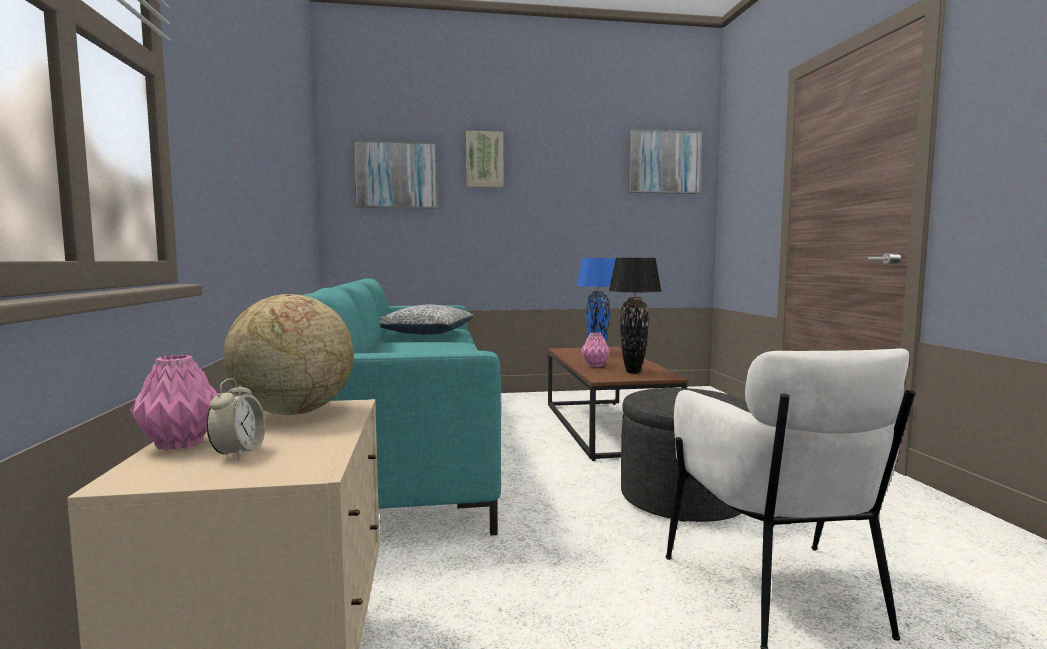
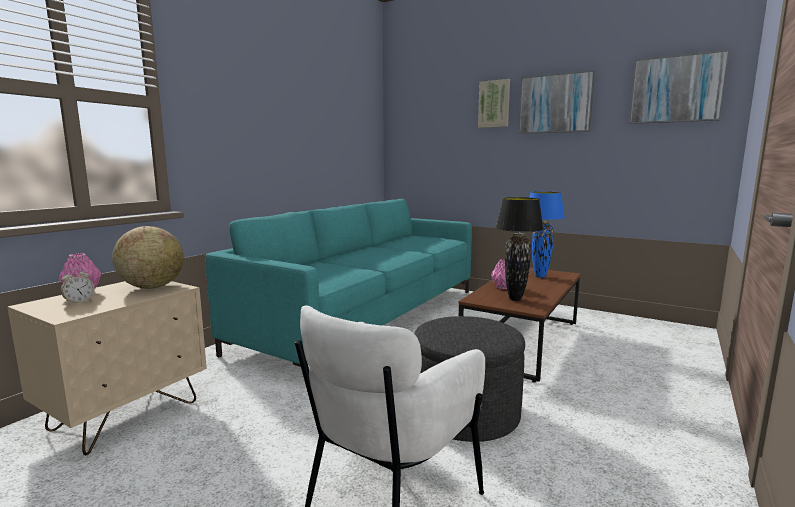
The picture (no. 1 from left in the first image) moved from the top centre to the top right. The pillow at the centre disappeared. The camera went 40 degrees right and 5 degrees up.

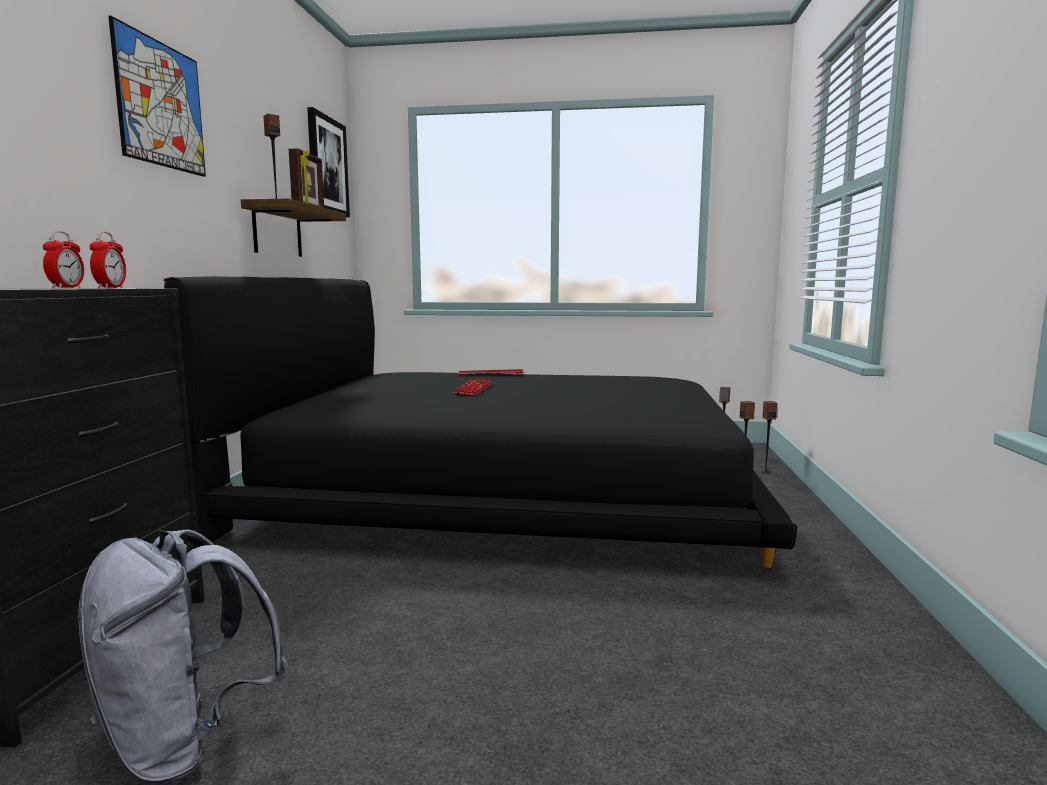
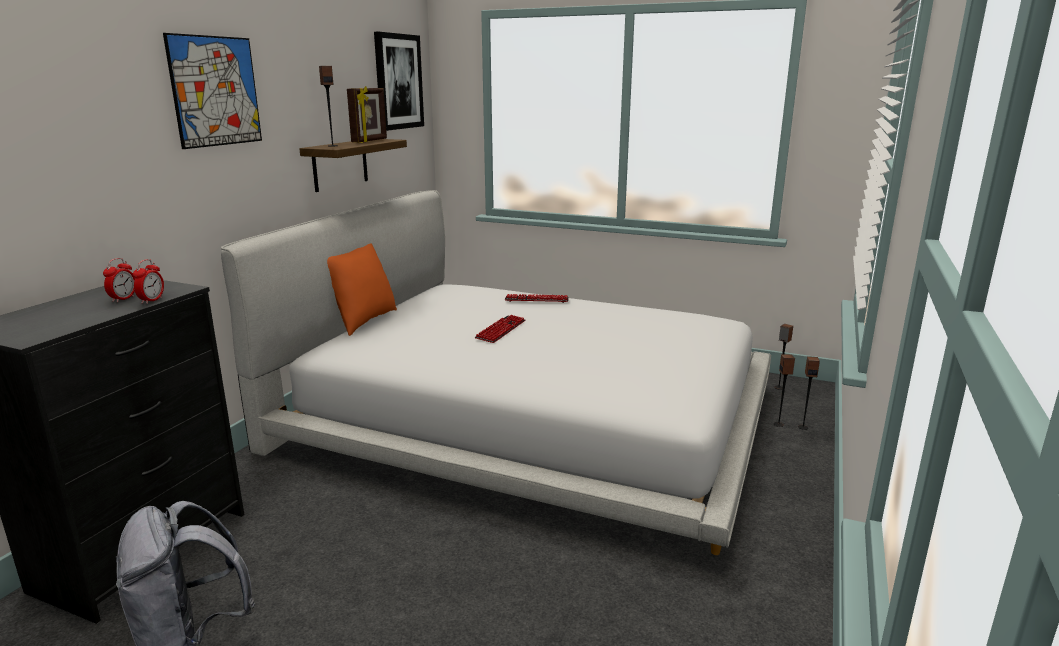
The bed in black at the centre became the bed in white at the centre. The pillow in orange at the centre appeared. The camera went 15 degrees right and 10 degrees up.

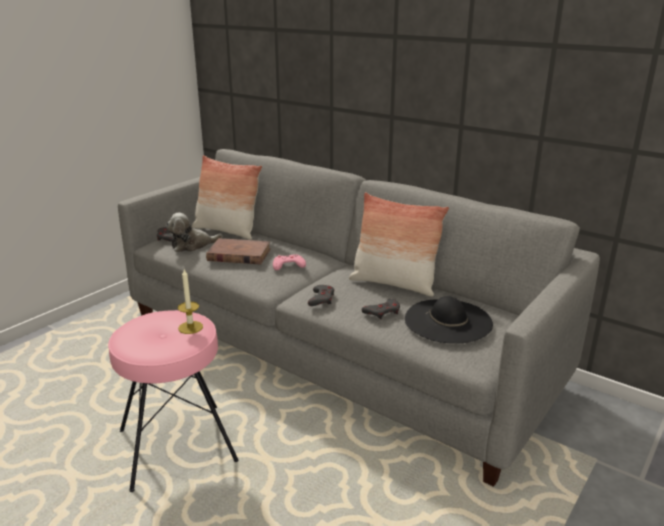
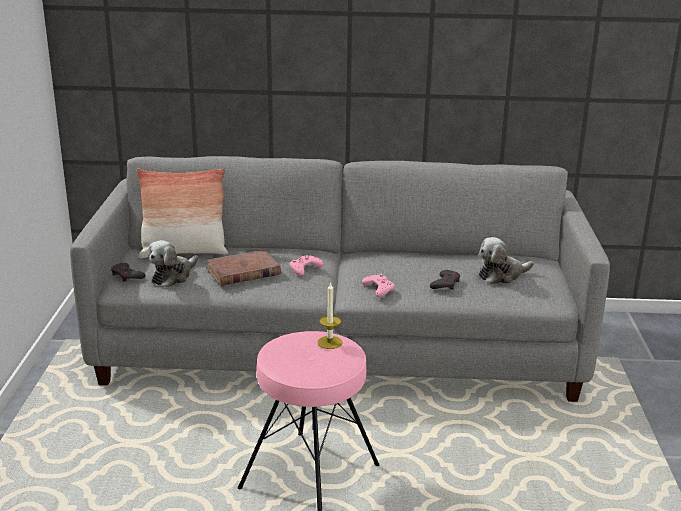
The game controller in grey (no. 2 from left) at the centre became the game controller in pink (no. 2 from left) at the centre. The pillow (no. 2 from left) at the centre disappeared. The hat in black at the middle right was replaced by the plush toy (no. 2 from left) at the middle right. The camera went 35 degrees left and 0 degrees up.

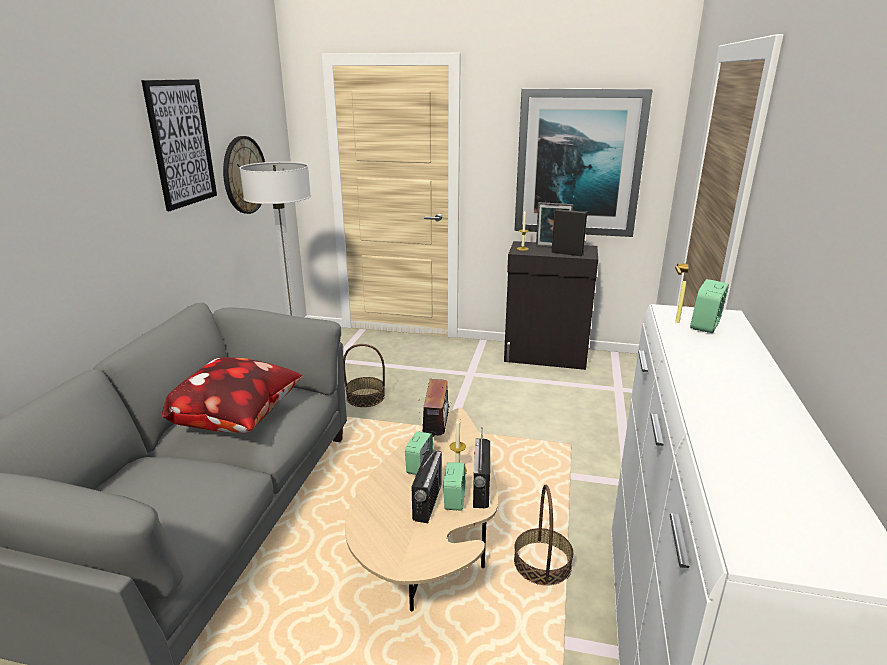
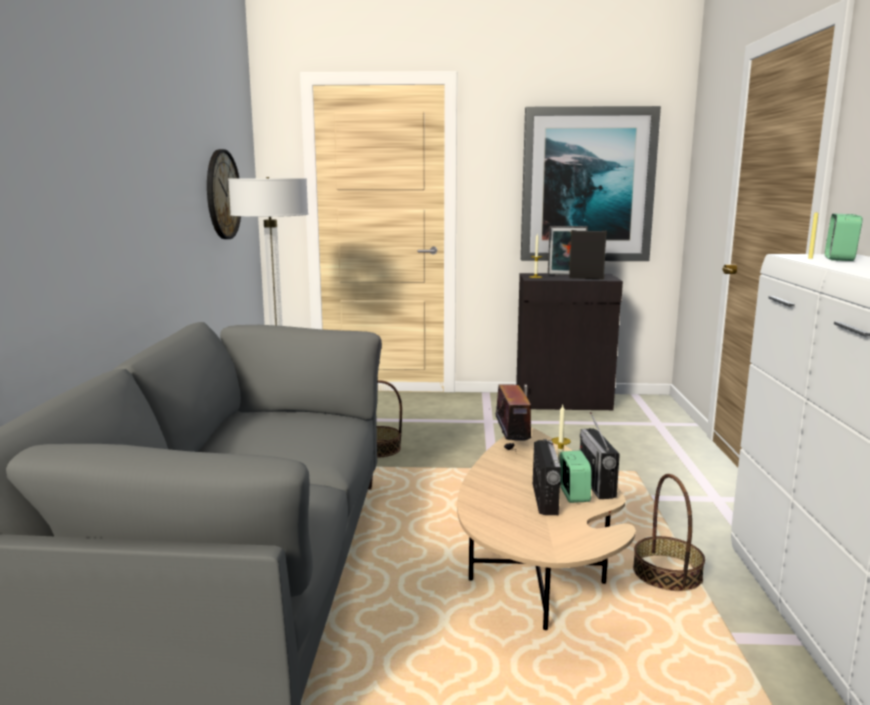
The picture (no. 1 from left) at the top left disappeared. The pillow at the middle left disappeared. The alarm clock (no. 1 from left) at the bottom centre disappeared. The camera went 10 degrees left and 10 degrees down.

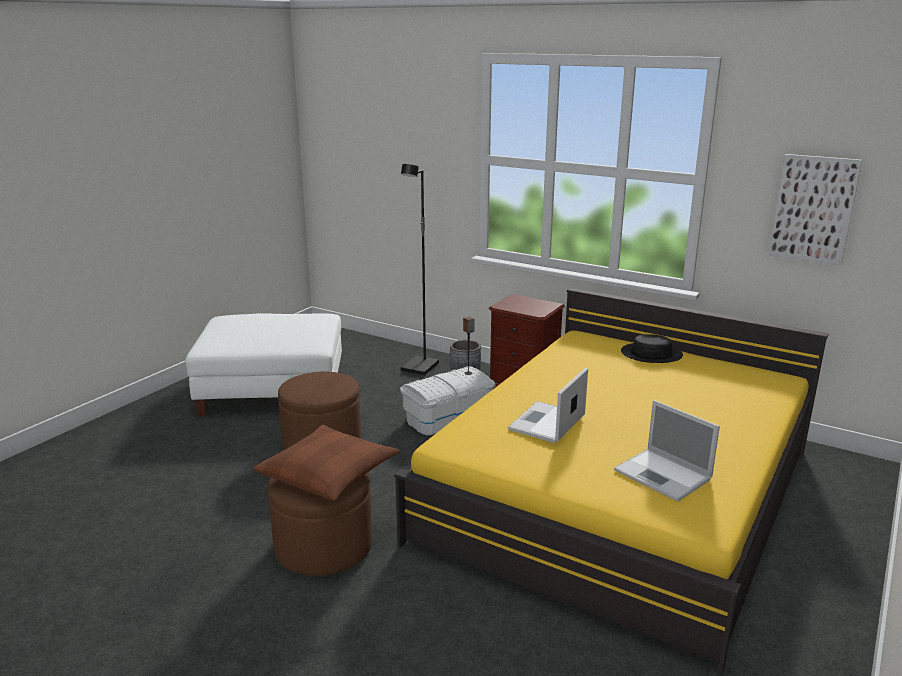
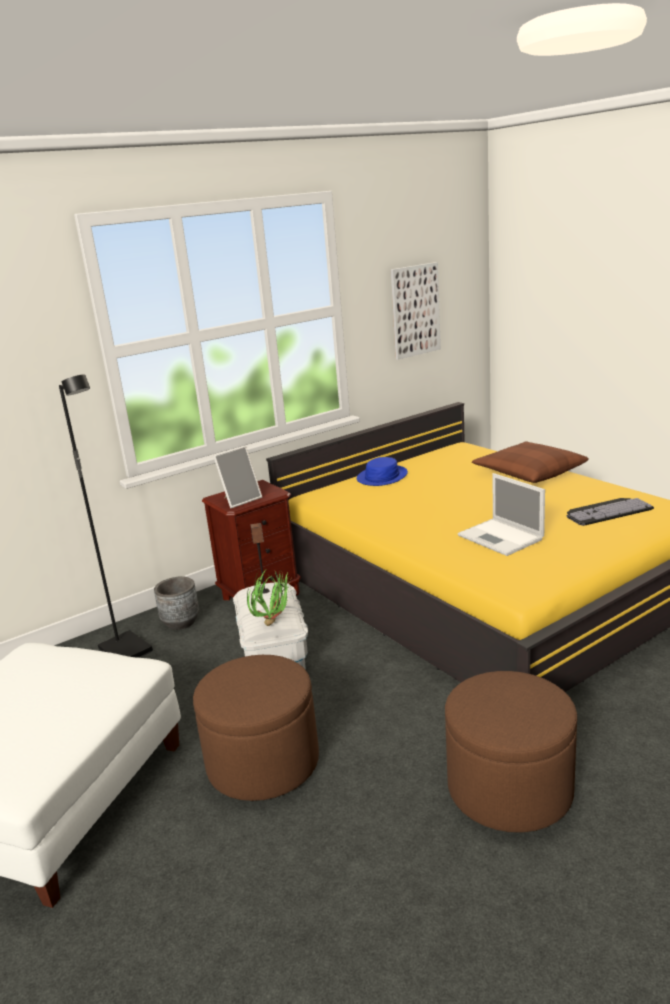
The pillow in brown moved from the bottom centre to the middle right. The laptop (no. 2 from left) at the bottom right was replaced by the keyboard at the middle right. The hat in black at the middle right became the hat in blue at the centre. The picture frame at the centre appeared. The potted plant at the centre appeared. The camera went 65 degrees left and 0 degrees up.

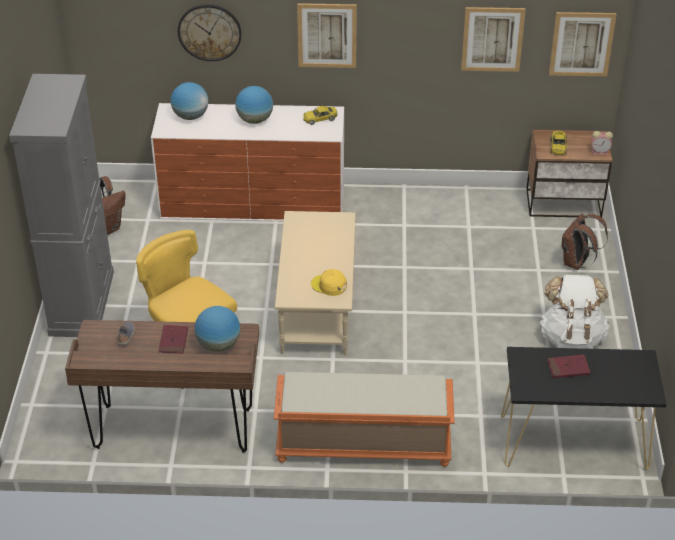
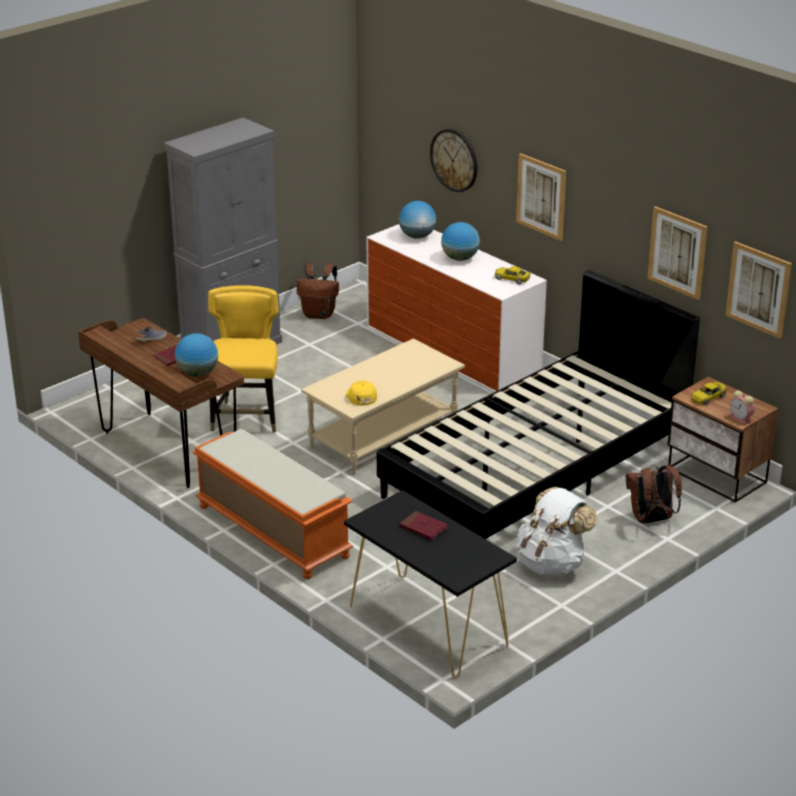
The bed in black at the middle right appeared. The camera went 45 degrees right and 10 degrees down.

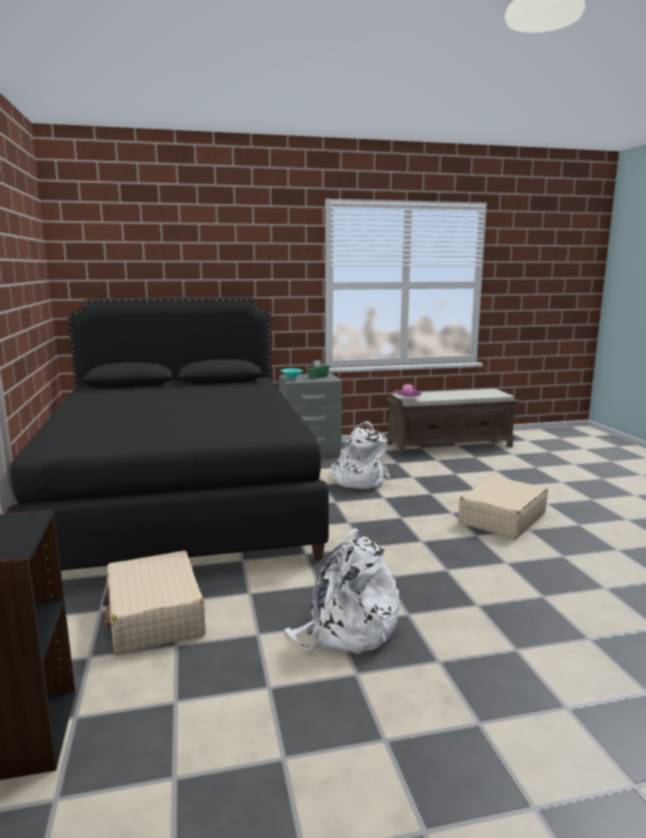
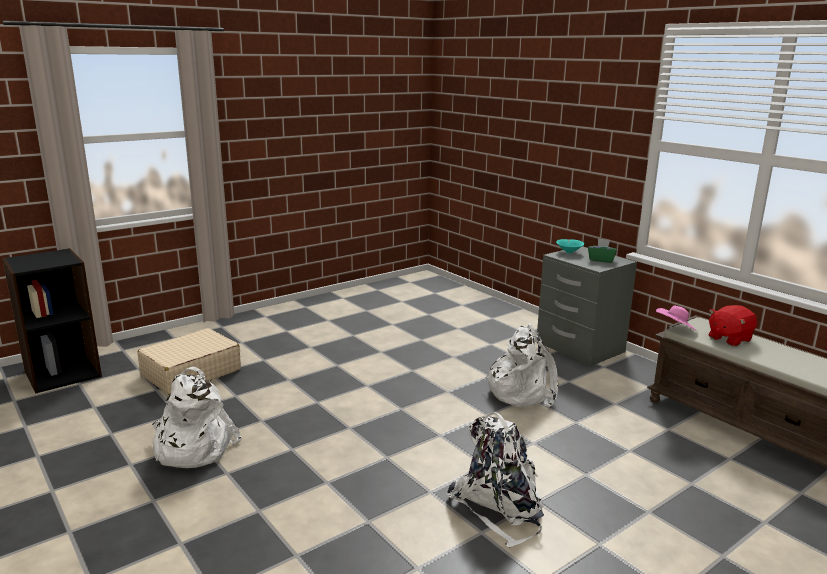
The bed in black at the middle left disappeared. The suitcase in beige (no. 2 from left) at the middle right was replaced by the backpack in white (no. 2 from left) at the bottom centre. The plush toy in red at the middle right appeared. The camera went 65 degrees right and 5 degrees up.

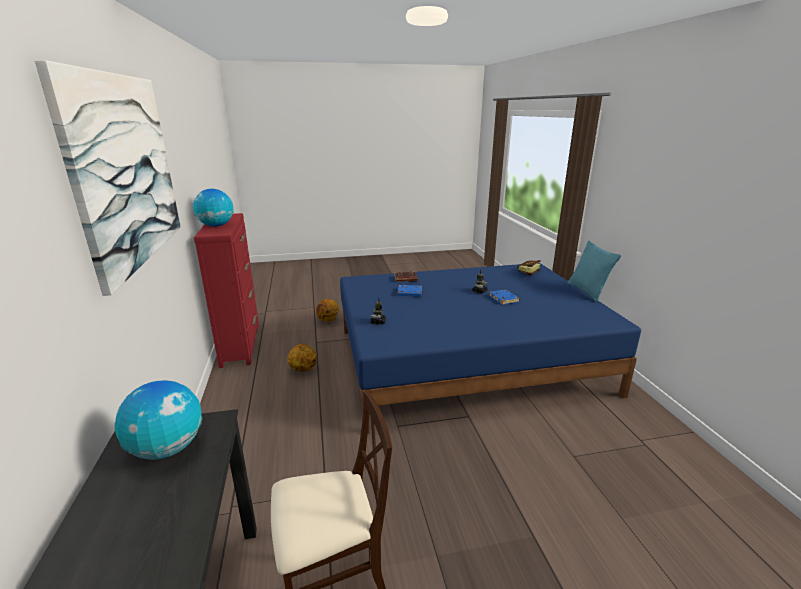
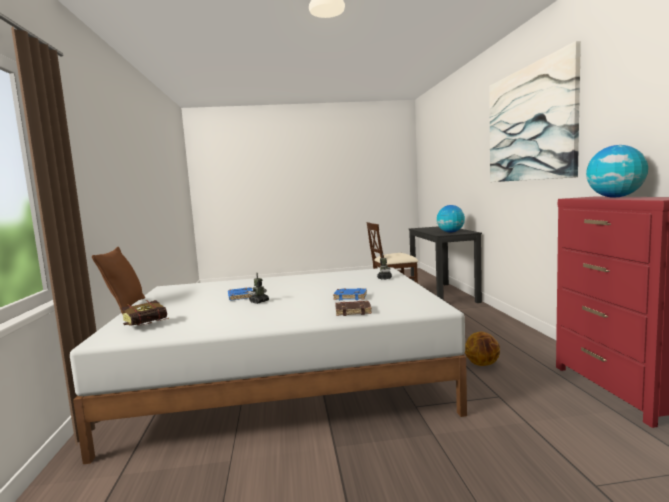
The basketball (no. 2 from left) at the centre disappeared. The bed in blue at the centre became the bed in white at the bottom centre. The pillow in turquoise at the middle right became the pillow in brown at the middle left. The camera went 175 degrees left and 15 degrees down.

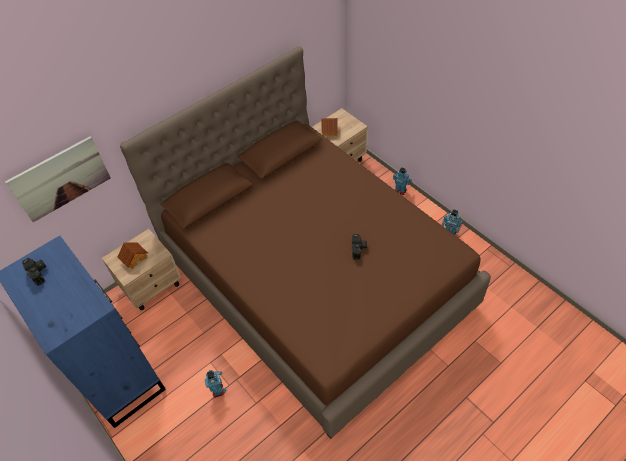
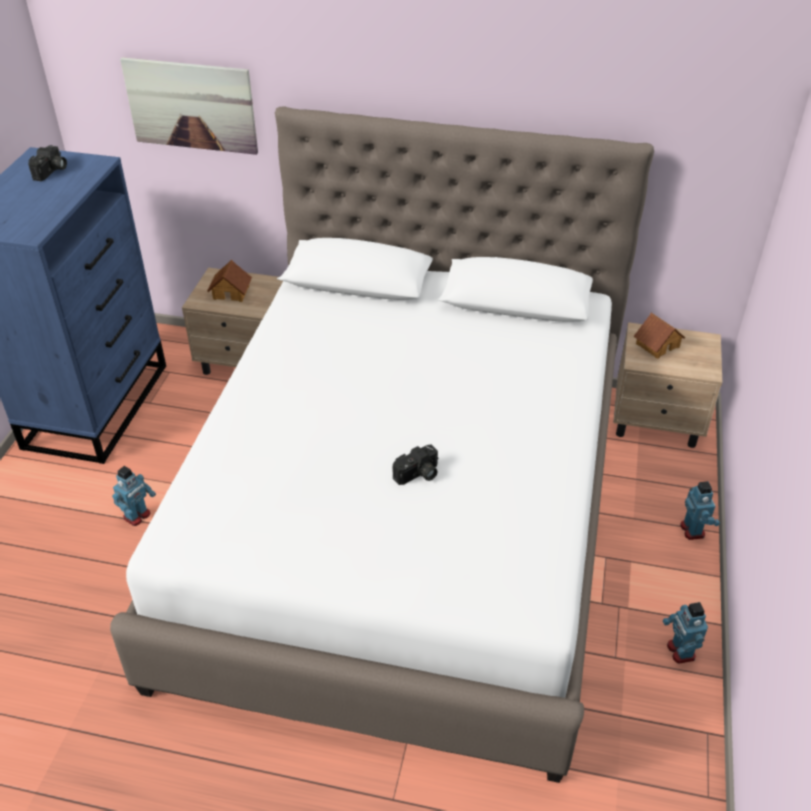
The bed in brown at the centre became the bed in white at the centre. The camera went 50 degrees right and 10 degrees down.

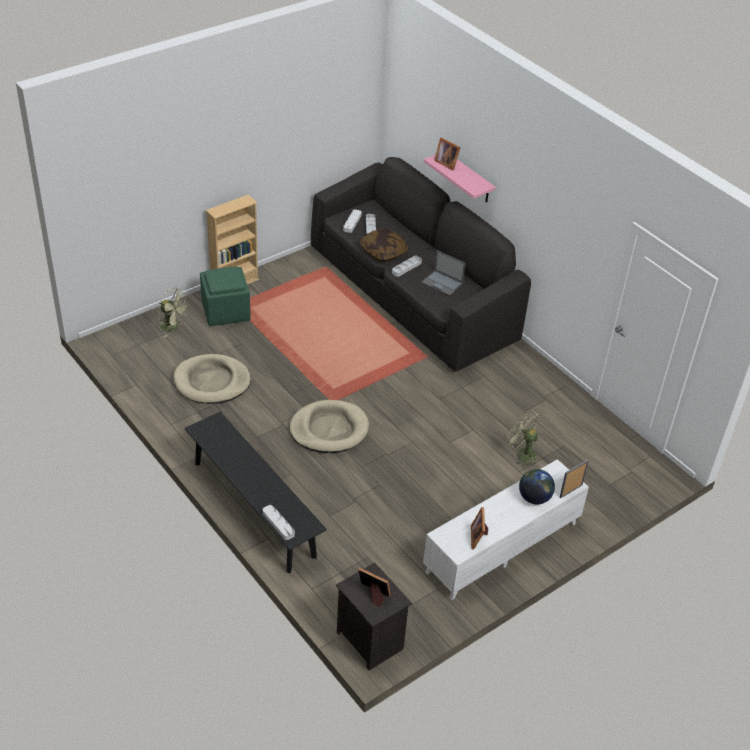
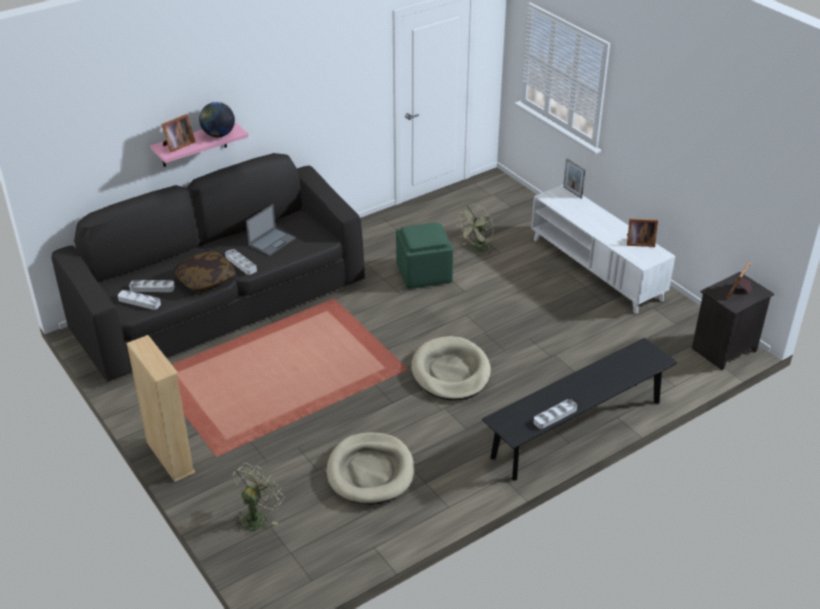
The ottoman in green moved from the middle left to the centre. The tray in grey (no. 1 from left in the first image) moved from the bottom centre to the bottom right. The globe moved from the middle right to the top left. The camera went 85 degrees left and 5 degrees down.

